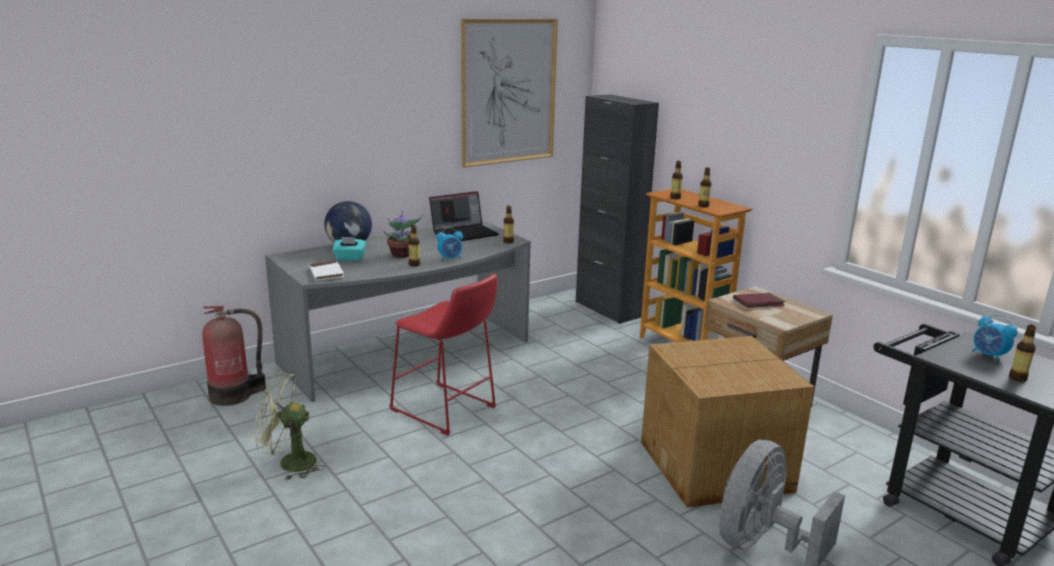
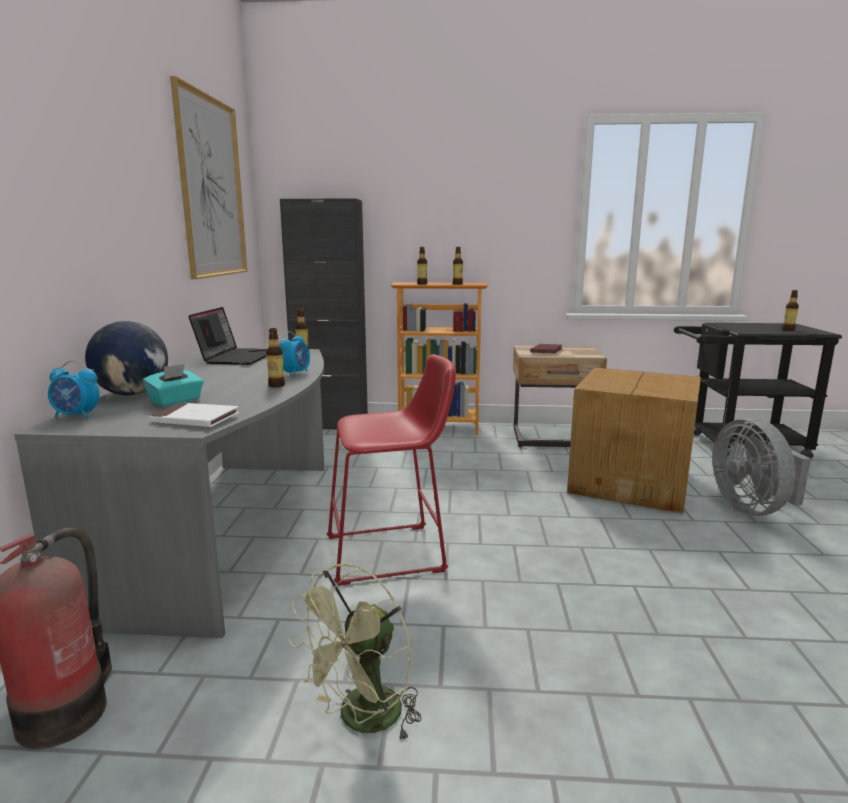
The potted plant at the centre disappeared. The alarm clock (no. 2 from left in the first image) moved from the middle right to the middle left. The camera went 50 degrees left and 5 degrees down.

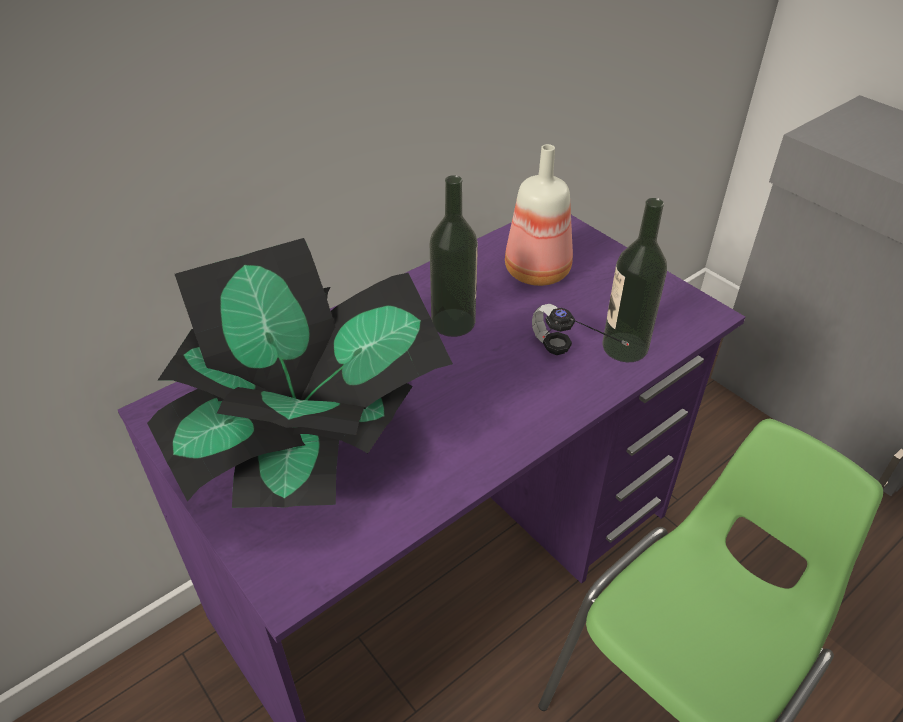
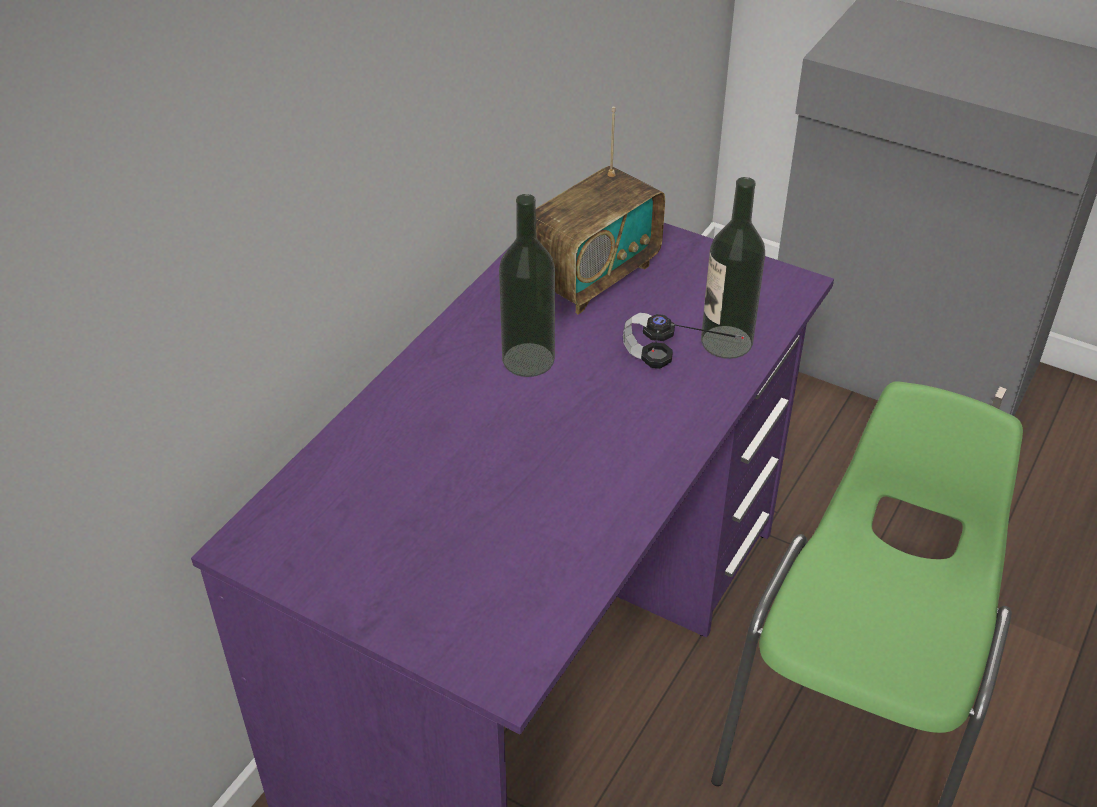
The potted plant at the middle left disappeared. The bottle (no. 2 from left) at the top centre was replaced by the radio at the top centre. The camera went 20 degrees left and 0 degrees up.

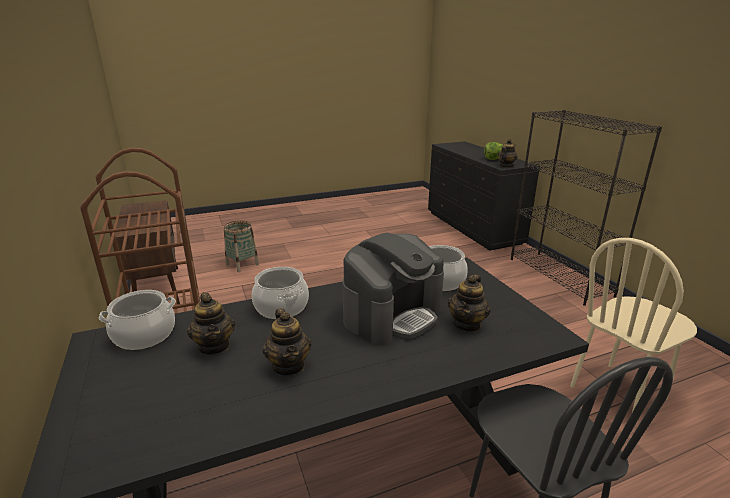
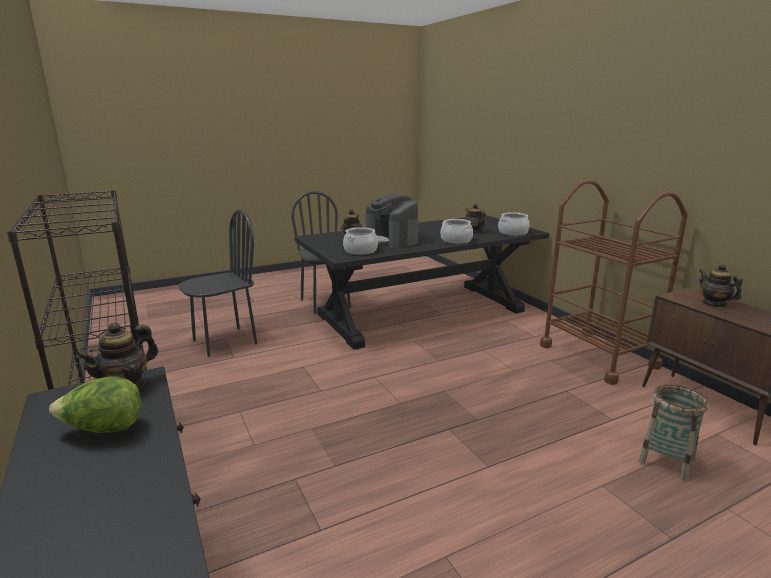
The teapot (no. 2 from left in the first image) moved from the bottom centre to the middle right. The coffee machine at the centre turned 75 degrees counterclockwise. The chair in beige at the middle right became the chair in black (no. 1 from left) at the middle left. The camera went 175 degrees right and 5 degrees down.

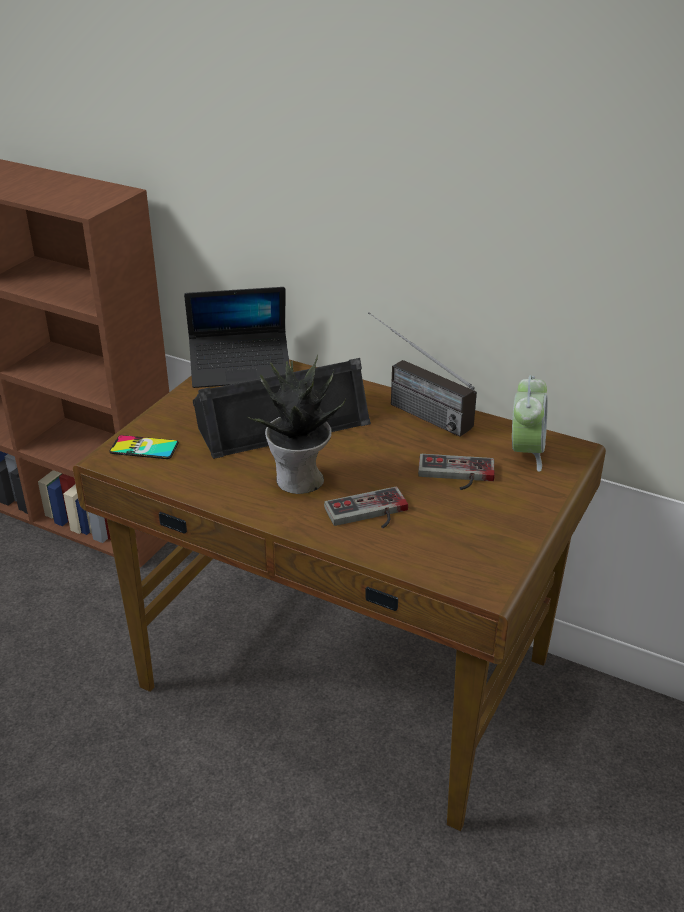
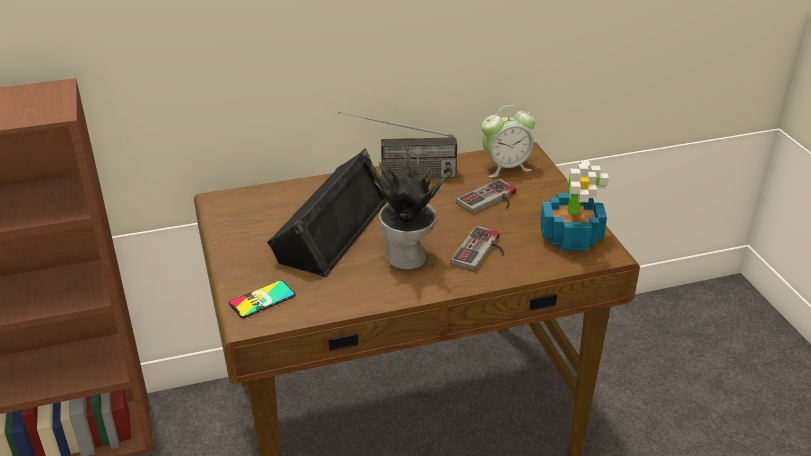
The laptop at the centre disappeared. The alarm clock at the middle right turned 105 degrees clockwise. The potted plant (no. 2 from left) at the middle right appeared. The camera went 45 degrees left and 0 degrees up.

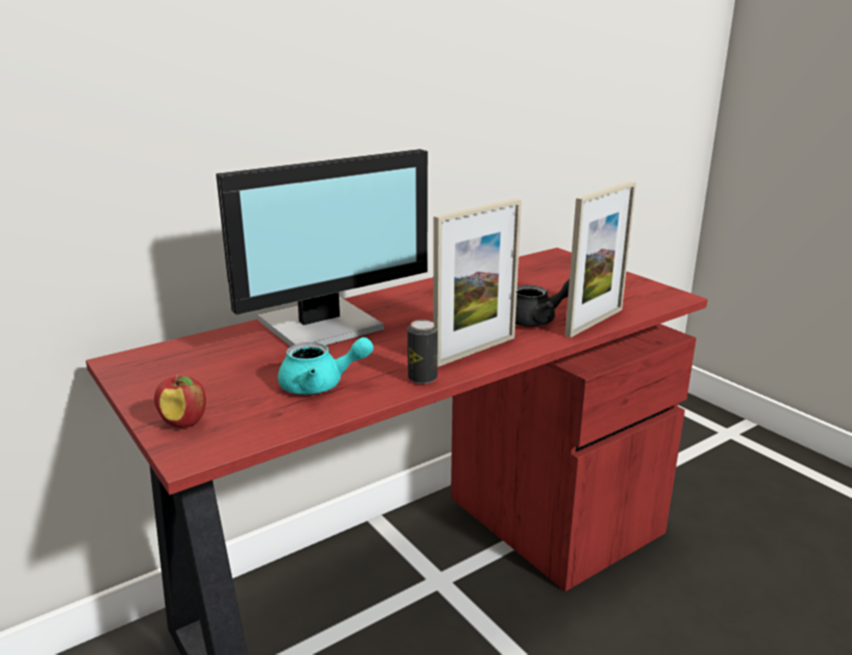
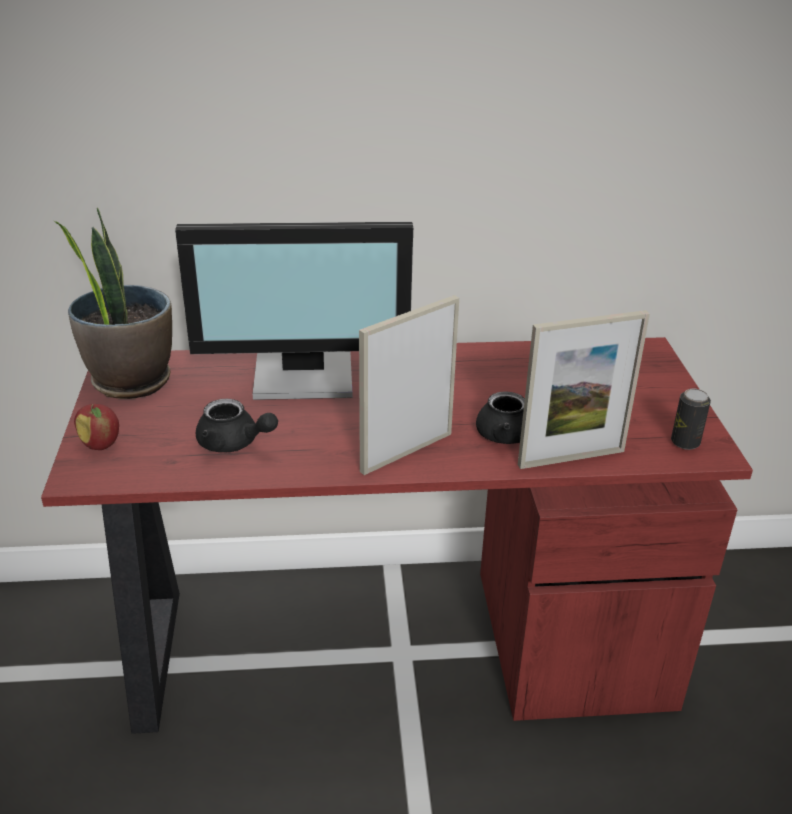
The teapot in turquoise at the centre became the teapot in black (no. 1 from left) at the middle left. The can moved from the centre to the middle right. The picture frame (no. 1 from left) at the centre turned 150 degrees clockwise. The potted plant at the middle left appeared. The camera went 30 degrees right and 10 degrees up.

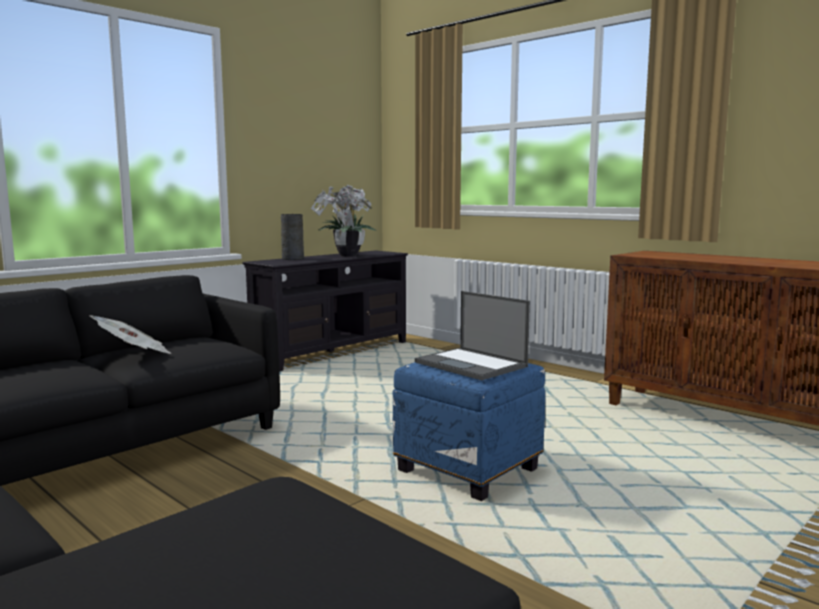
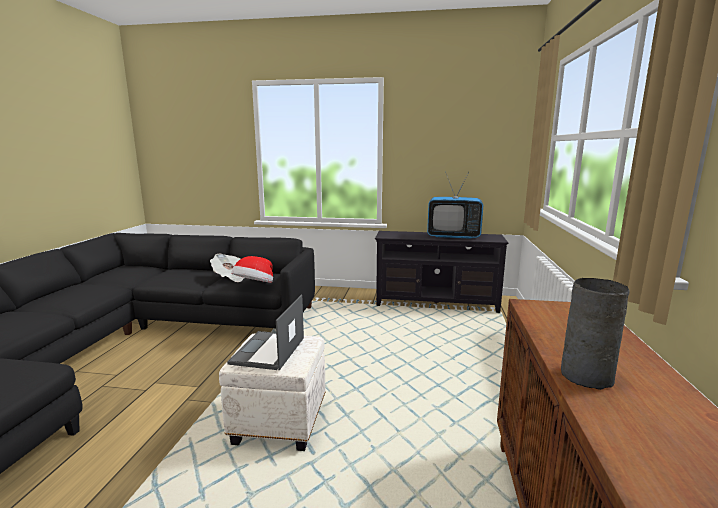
The vase in grey moved from the centre to the middle right. The potted plant at the centre was replaced by the television at the centre. The ottoman in blue at the bottom centre became the ottoman in white at the bottom centre. The hat at the centre appeared. The camera went 55 degrees right and 5 degrees up.

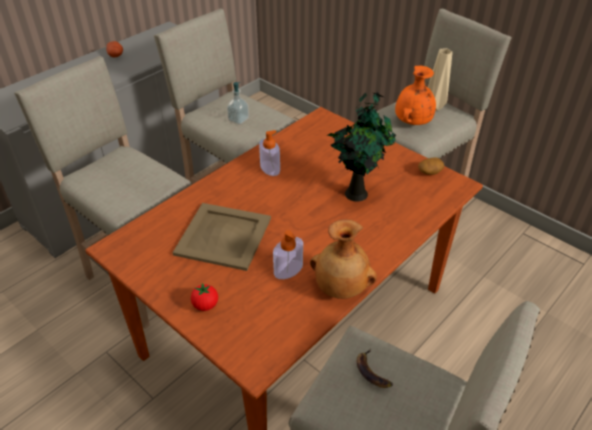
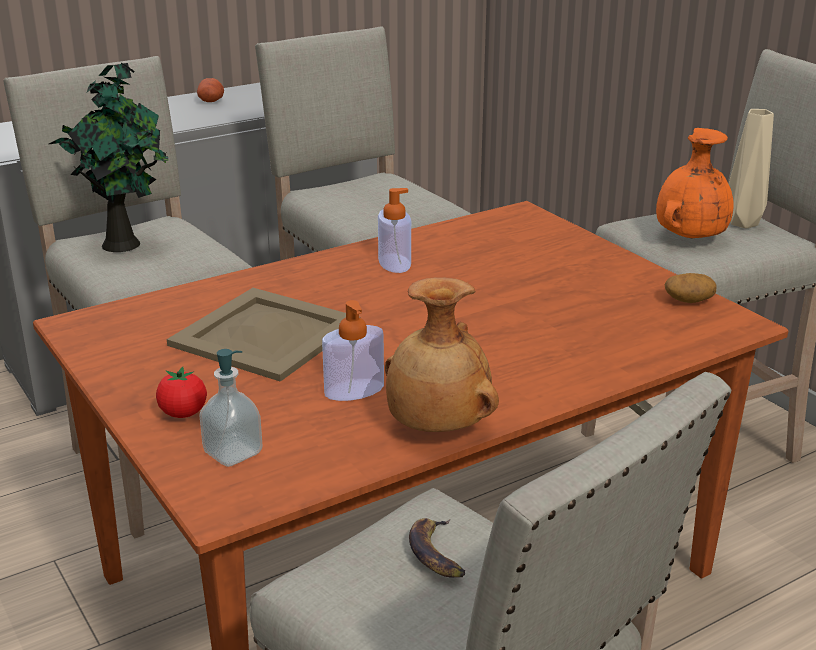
The soap dispenser (no. 1 from left) moved from the top centre to the middle left. The potted plant moved from the centre to the top left. The camera went 15 degrees right and 15 degrees down.

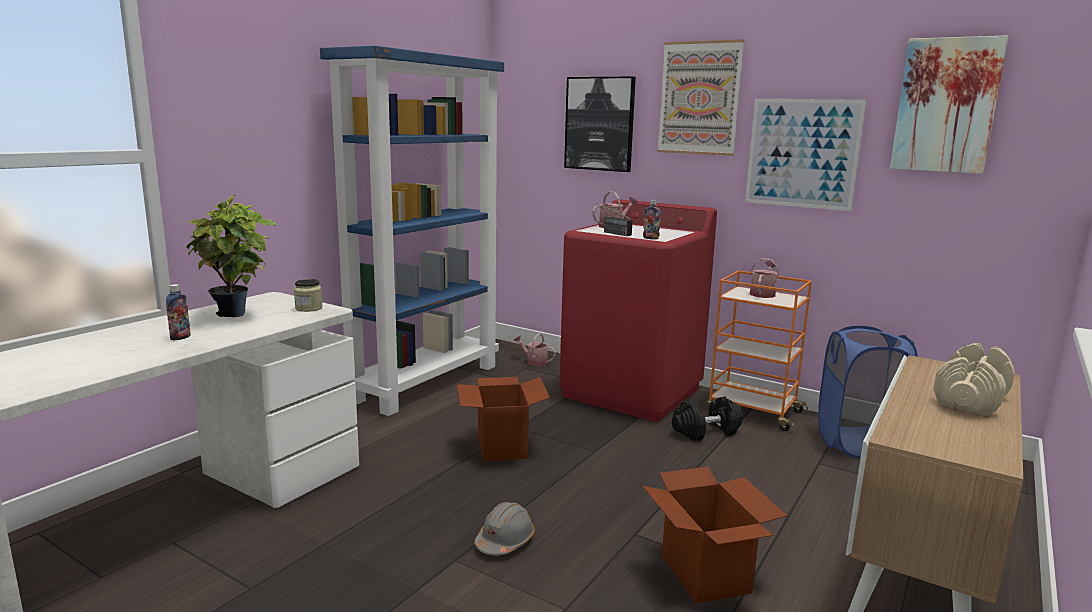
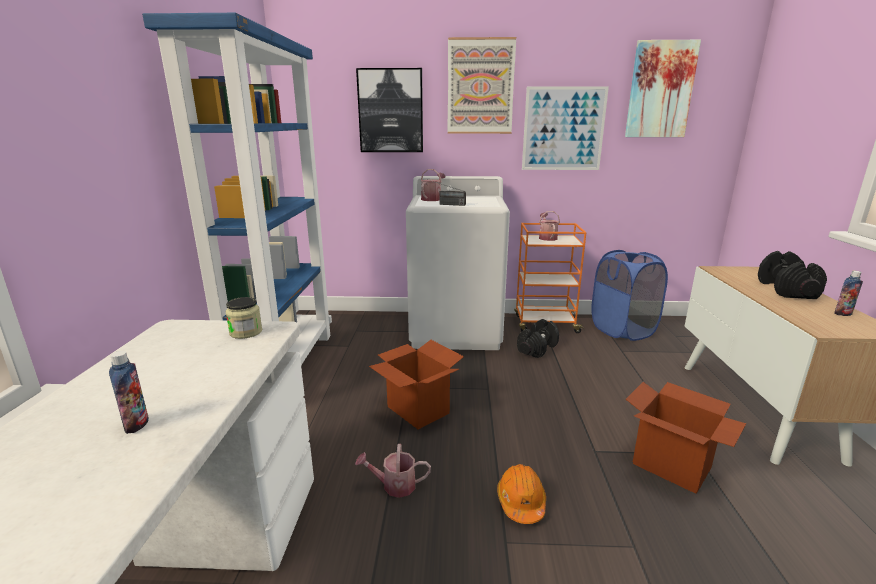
The potted plant at the middle left disappeared. The hard hat in grey at the bottom centre became the hard hat in orange at the bottom centre. The watering can (no. 1 from left) moved from the centre to the bottom centre. The washing machine in red at the centre became the washing machine in white at the centre. The bottle (no. 2 from left) moved from the centre to the middle right. The dumbbell in beige at the middle right became the dumbbell in black (no. 2 from left) at the middle right. The camera went 30 degrees left and 5 degrees up.

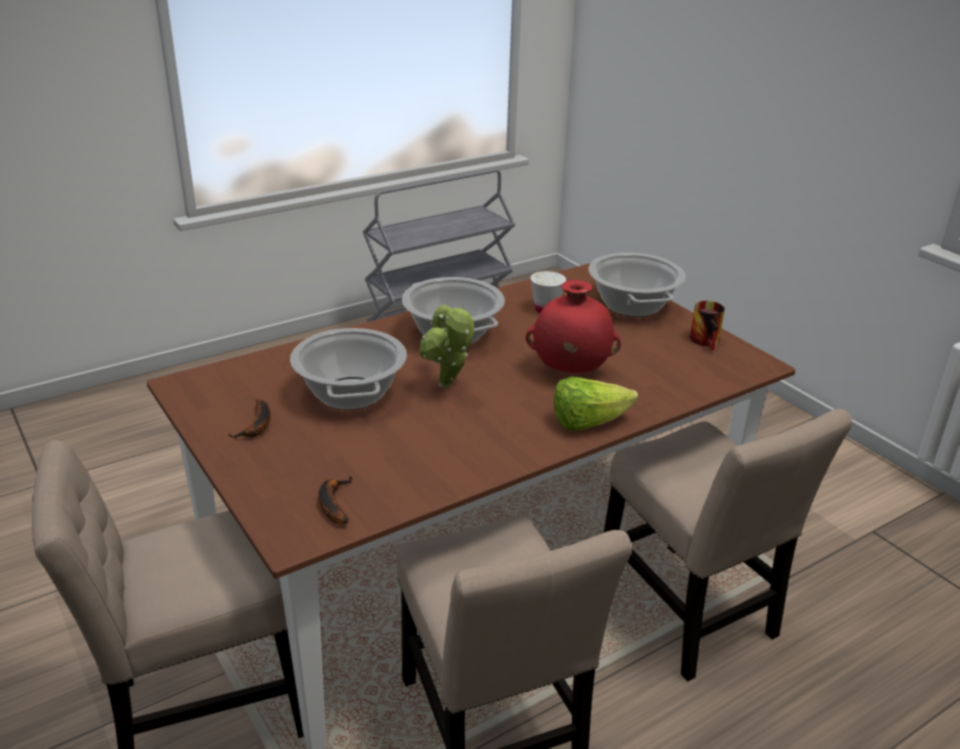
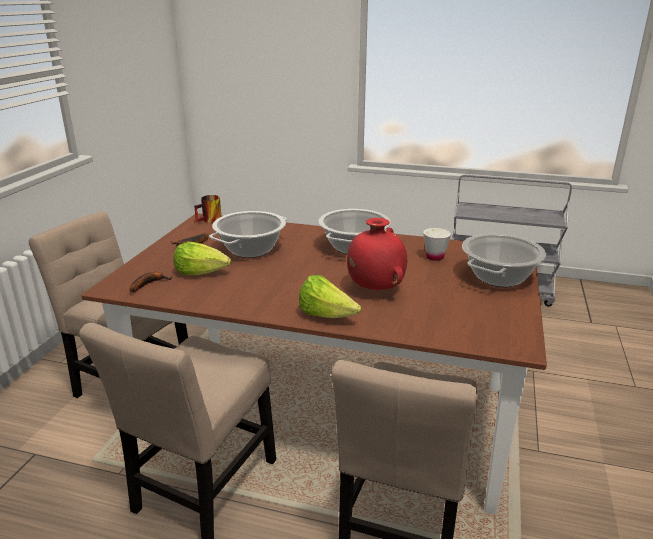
The potted plant at the centre disappeared. The mug moved from the middle right to the middle left. The lettuce (no. 1 from left) at the middle left appeared. The camera went 50 degrees right and 5 degrees down.

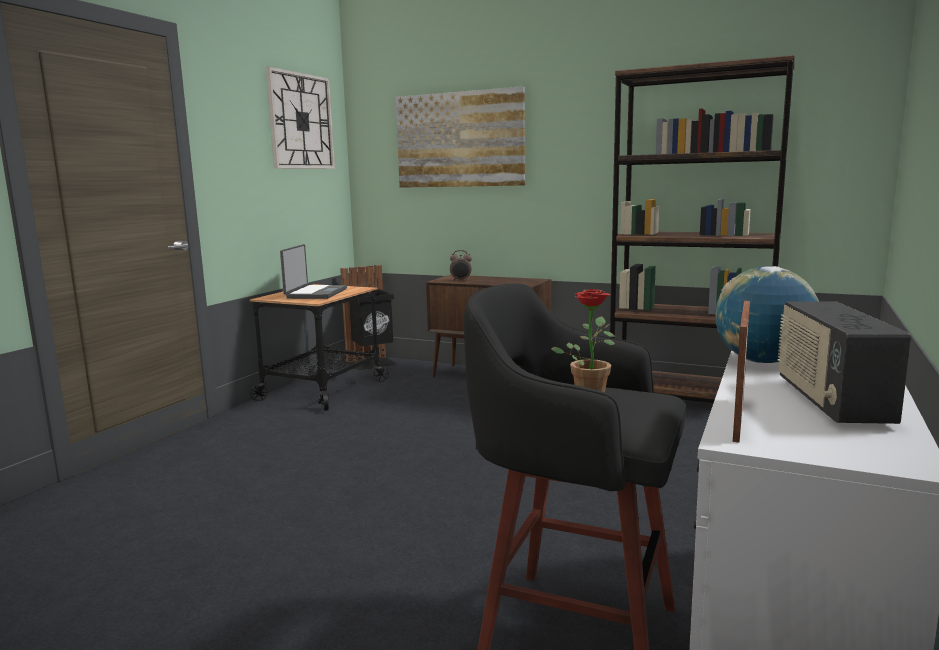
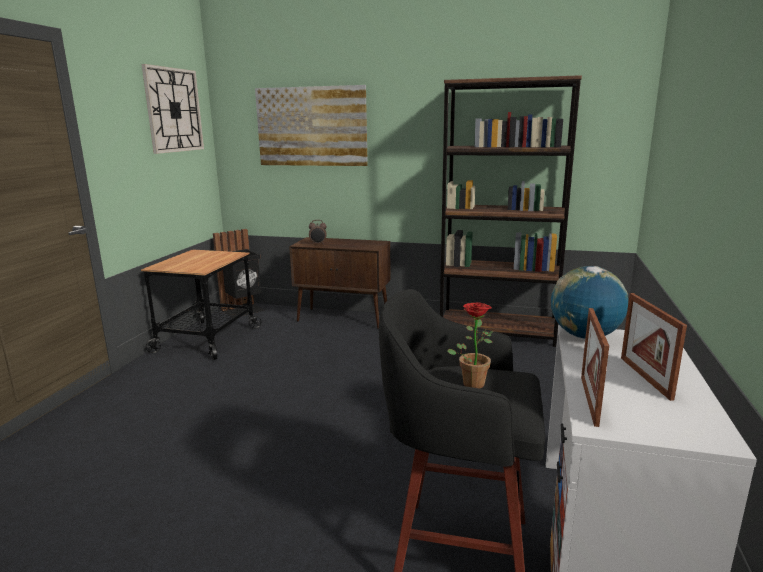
The laptop at the centre disappeared. The radio at the middle right was replaced by the picture frame (no. 2 from left) at the middle right. The camera went 10 degrees left and 5 degrees up.

